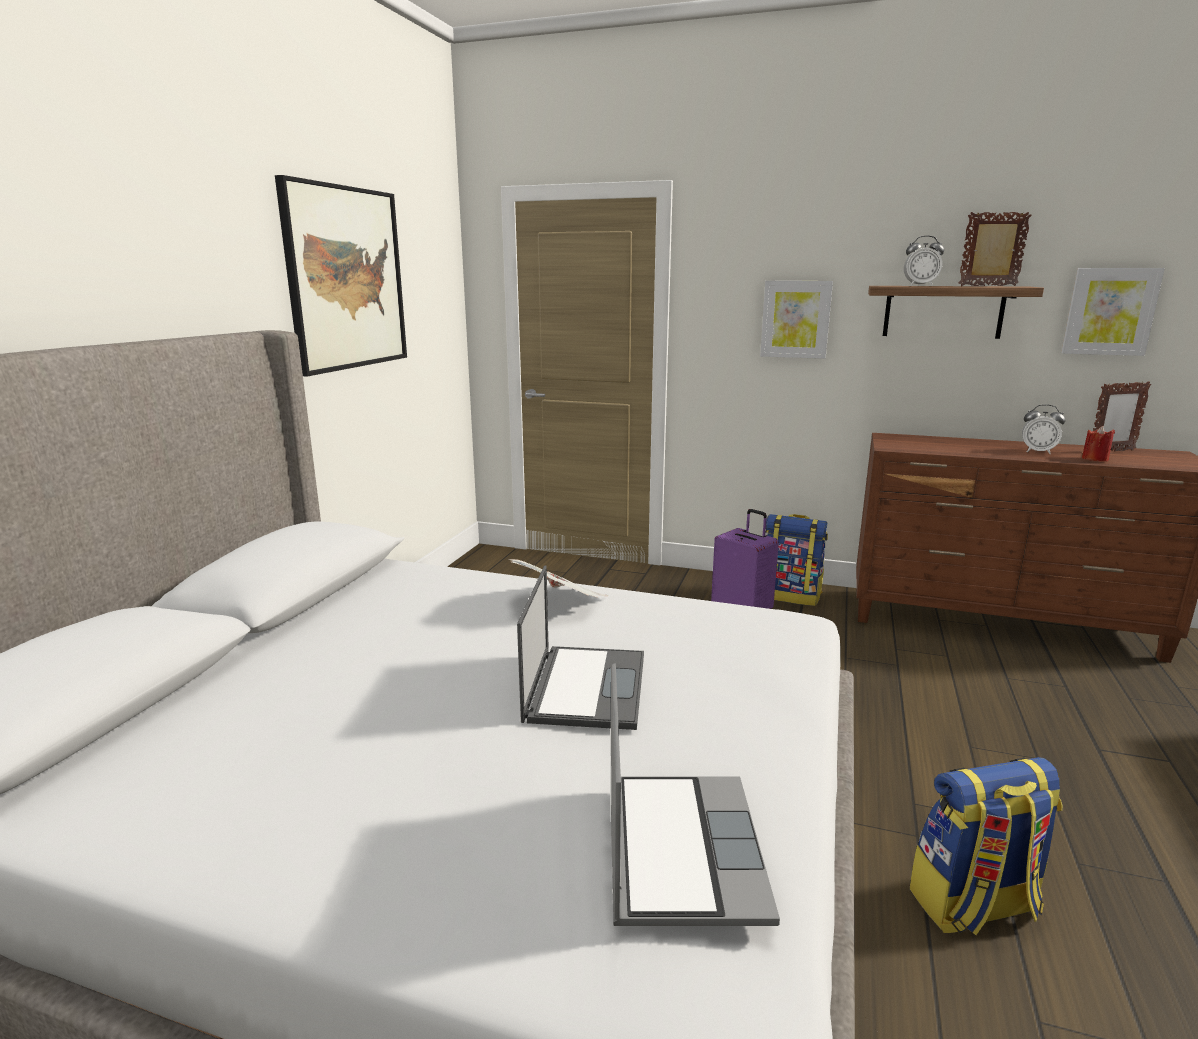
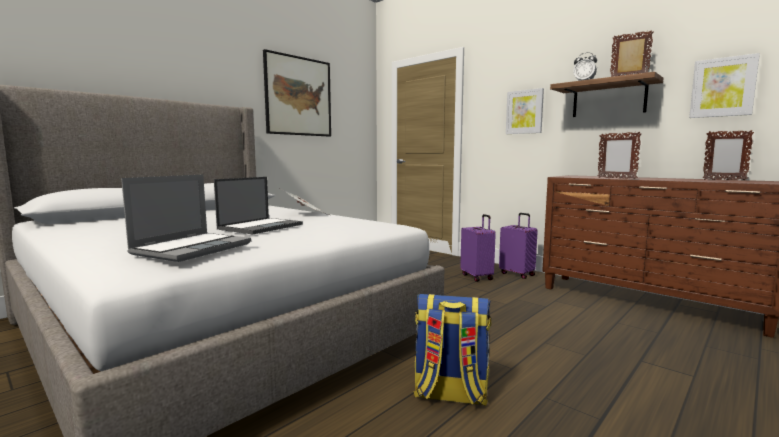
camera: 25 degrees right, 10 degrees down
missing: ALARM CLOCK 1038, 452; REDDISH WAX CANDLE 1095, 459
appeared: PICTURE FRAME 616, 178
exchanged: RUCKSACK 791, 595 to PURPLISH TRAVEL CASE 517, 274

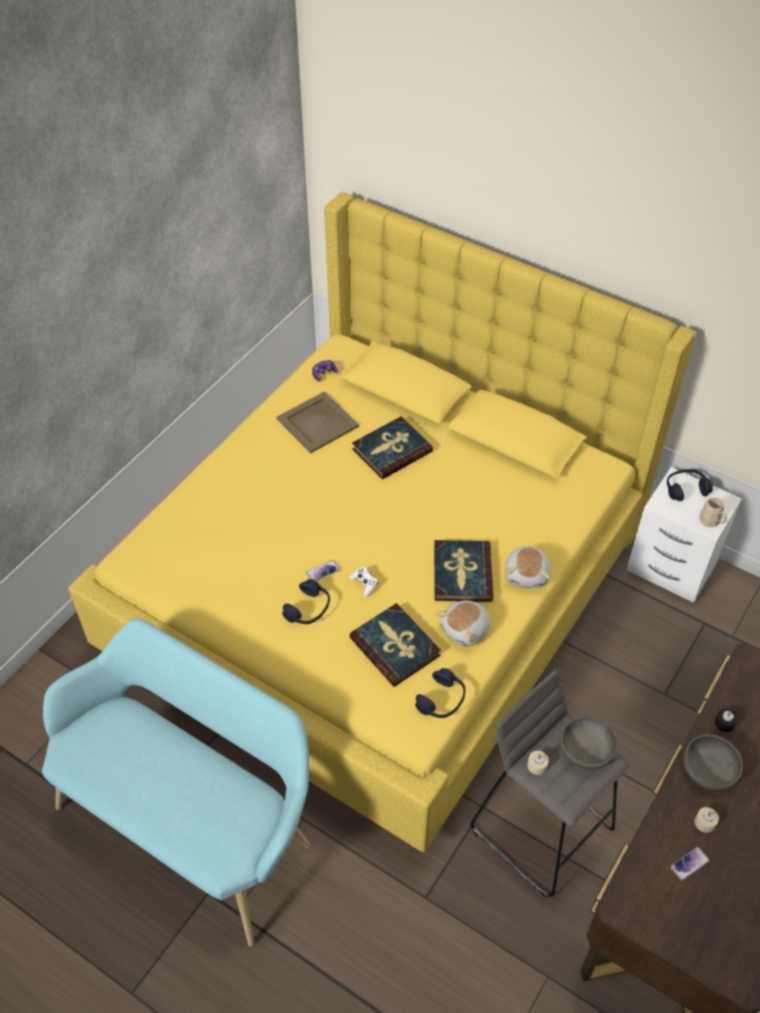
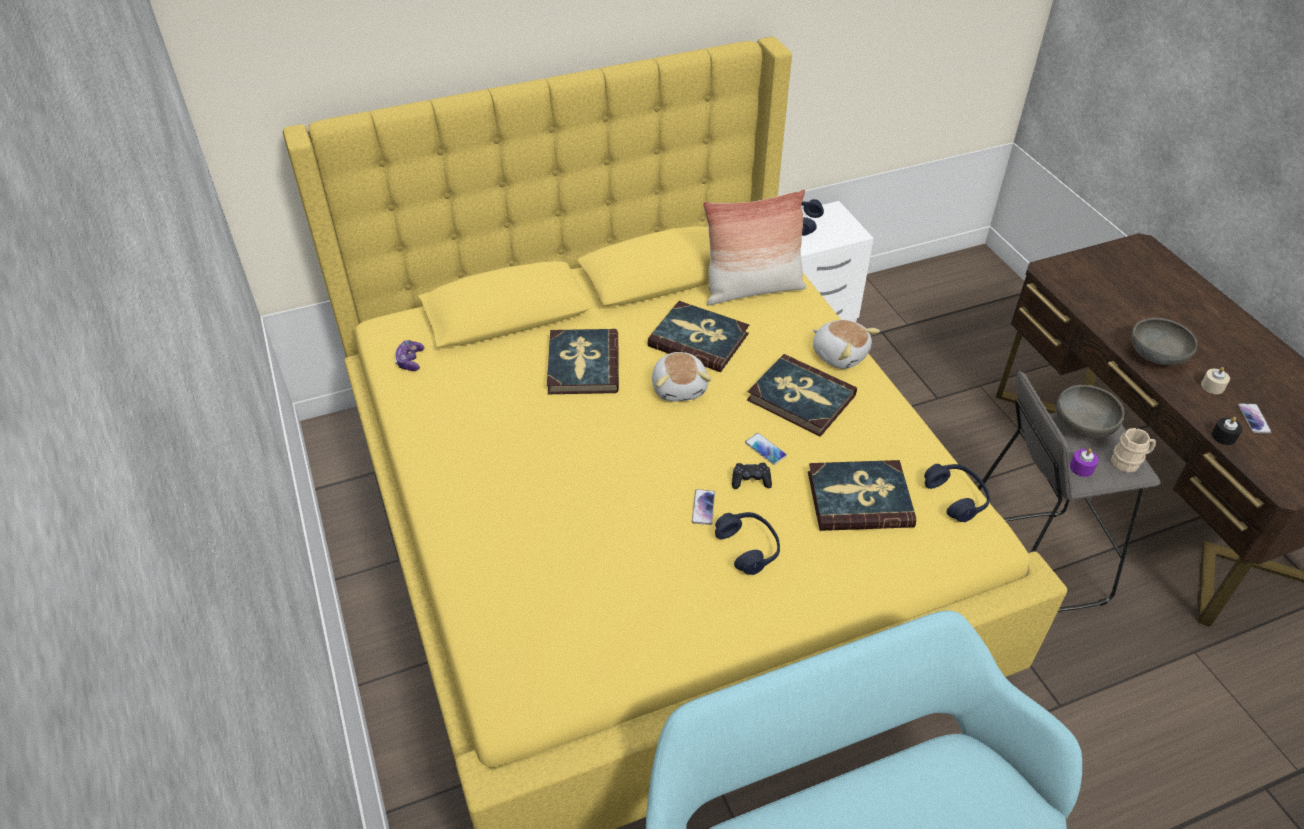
camera: 55 degrees left, 5 degrees down
missing: BEIGE CARRYING TRAY 317, 422
appeared: VOLUME 699, 340; CUSHION 752, 290; TELEPHONE 765, 449
relocated: CUDDLY TOY 466, 629 to 680, 387; BEIGE COFFEE MUG 711, 521 to 1129, 461; BLACK WAX CANDLE 724, 723 to 1223, 436
colour: WHITE-COLOURED GAME CONTROLLER 364, 583 to BLACK GAME CONTROLLER 751, 480; BEIGE WAX CANDLE 537, 765 to PURPLISH WAX CANDLE 1081, 467

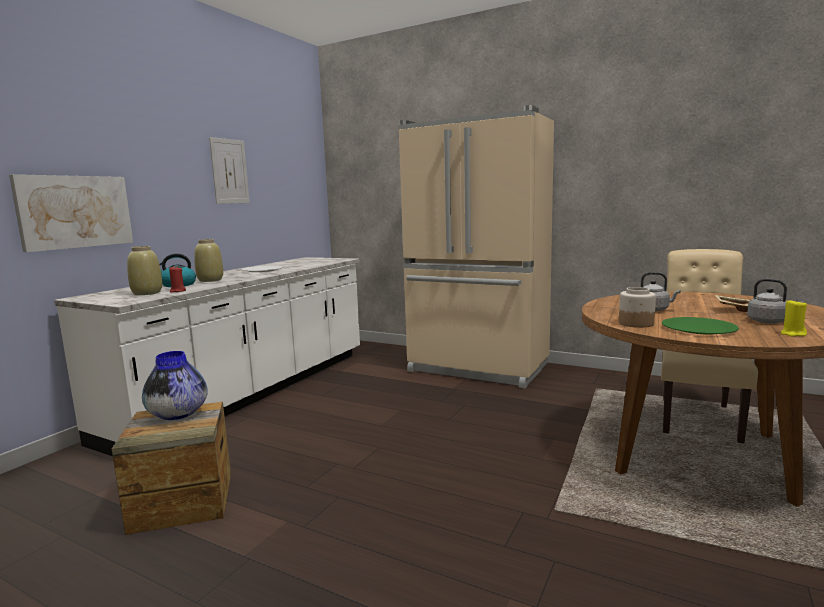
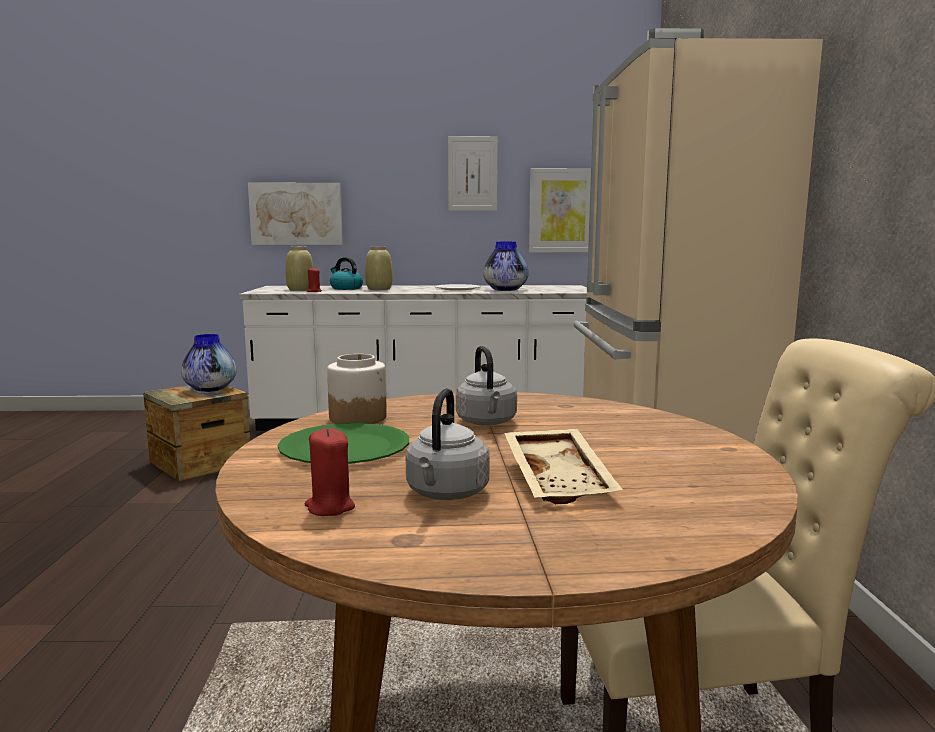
camera: 60 degrees right, 0 degrees up
appeared: DECORATIVE VASE 505, 290; WALL ART 562, 210
colour: YELLOW WAX CANDLE 793, 334 to REDDISH WAX CANDLE 330, 507

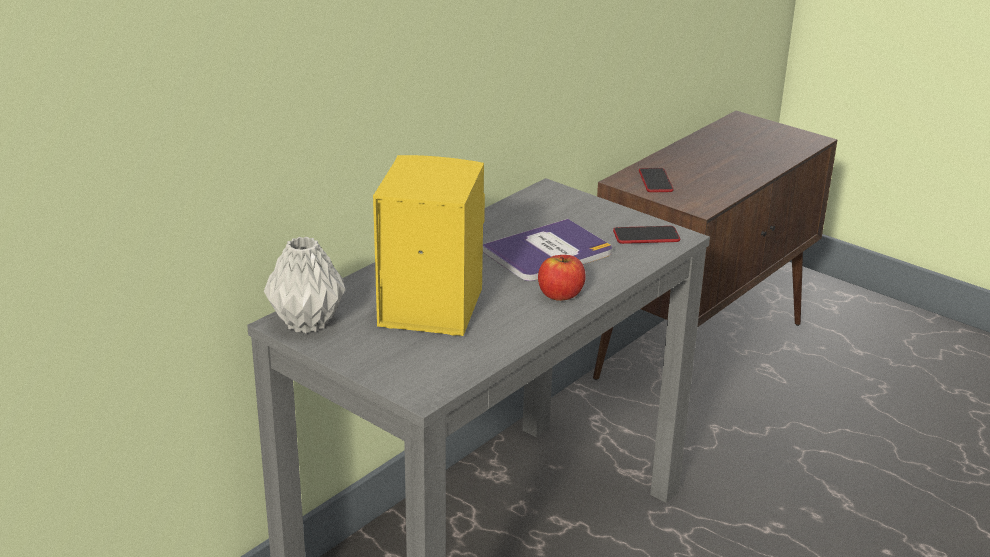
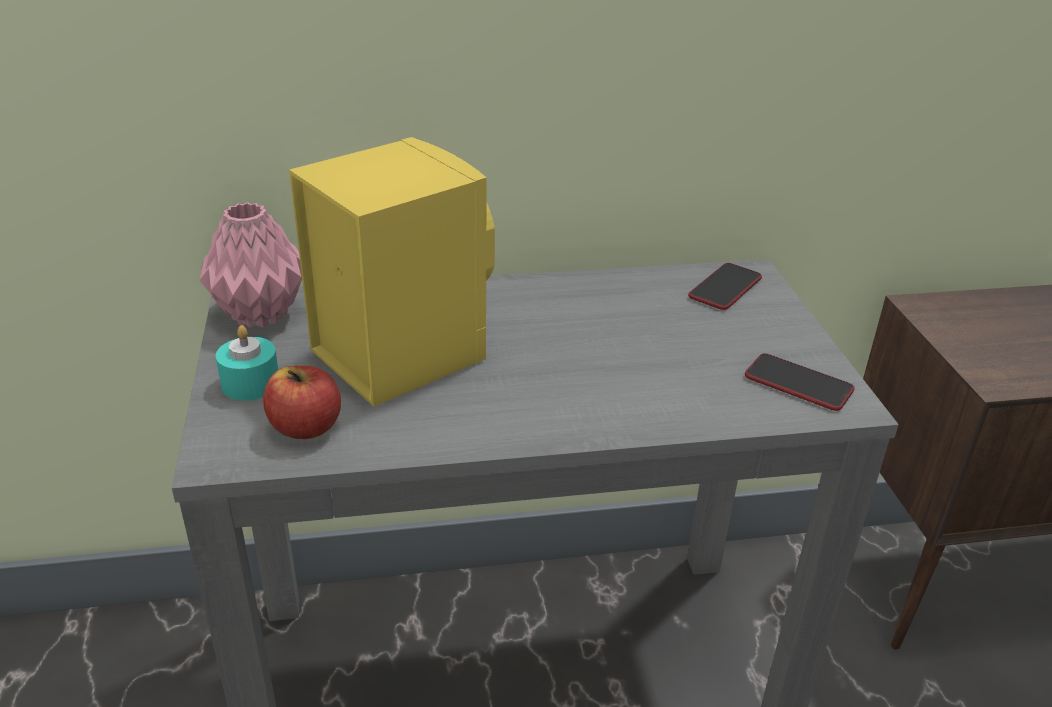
camera: 40 degrees right, 5 degrees up
missing: VOLUME 548, 252
appeared: TURQUOISE WAX CANDLE 250, 383
relocated: WHOLE APPLE 560, 295 to 305, 427; TELEPHONE 655, 181 to 725, 288
colour: GRAY DECORATIVE VASE 305, 323 to PINK-COLOURED DECORATIVE VASE 259, 314

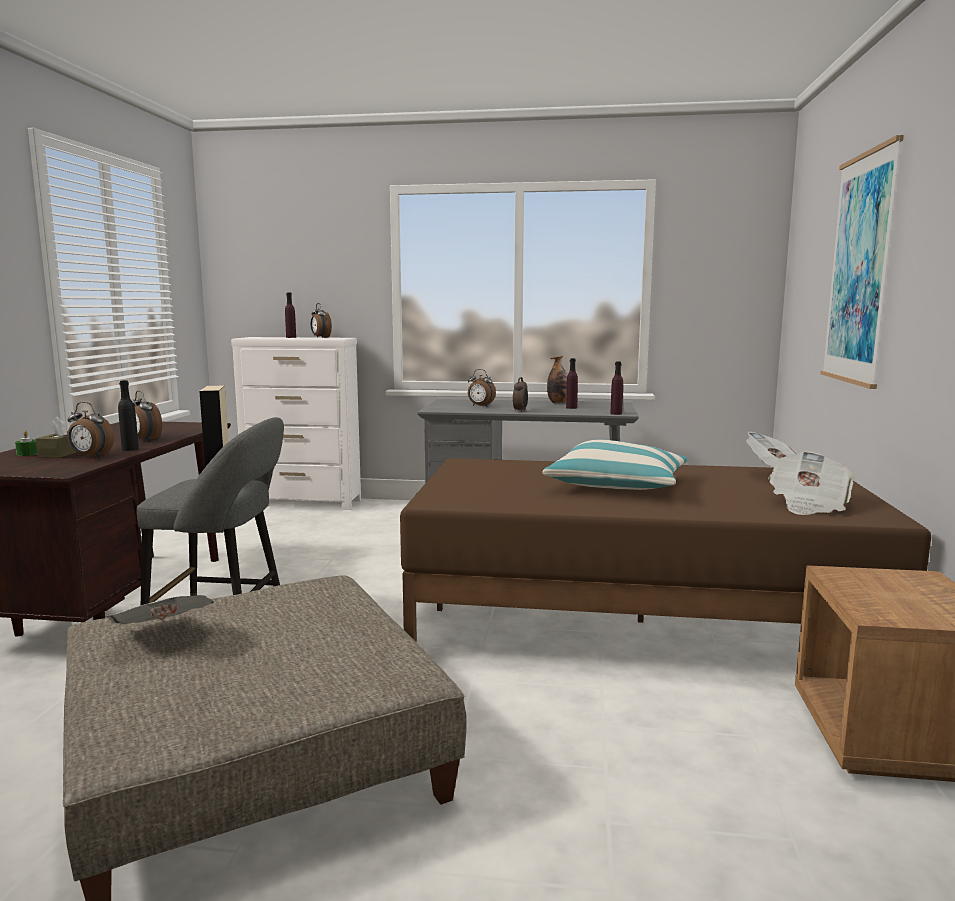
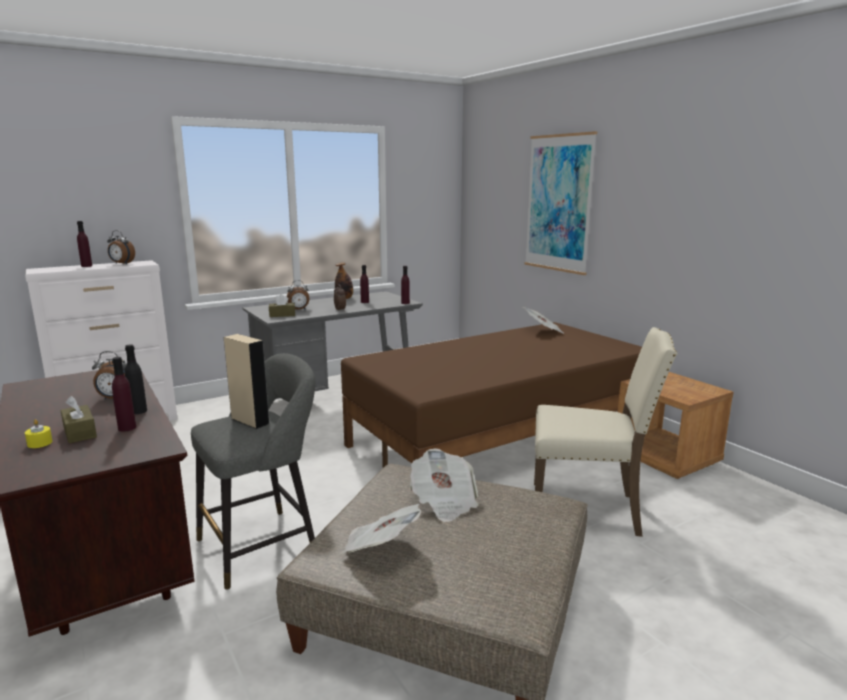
camera: 40 degrees left, 5 degrees up
missing: CUSHION 617, 485
appeared: BROWN TISSUE BOX 282, 315; BEIGE PLAIN CHAIR 587, 509
relocated: PRINTED PAPER 808, 505 to 444, 502
exchanged: ALARM CLOCK 91, 456 to PURPLISH DRINK BOTTLE 127, 428
colour: GREEN-COLOURED WAX CANDLE 27, 454 to YELLOW WAX CANDLE 40, 443

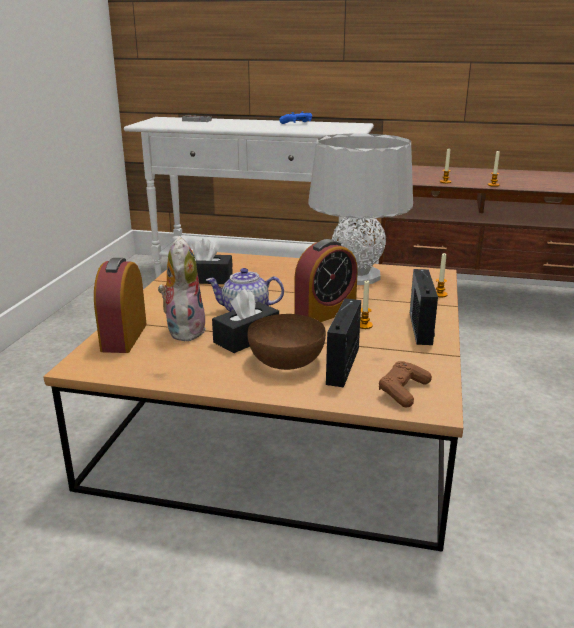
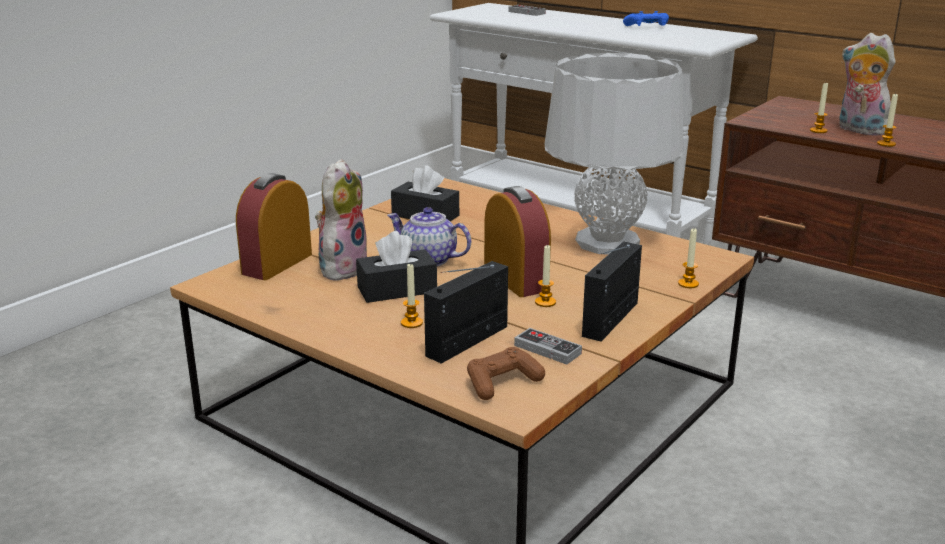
camera: 25 degrees right, 0 degrees up
appeared: GAME CONTROLLER 547, 349; CUDDLY TOY 858, 130
exchanged: BROWN BOWL 286, 361 to WAX CANDLE 411, 323
spun: ALARM CLOCK 325, 313 = 515, 279 105 degrees counterclockwise

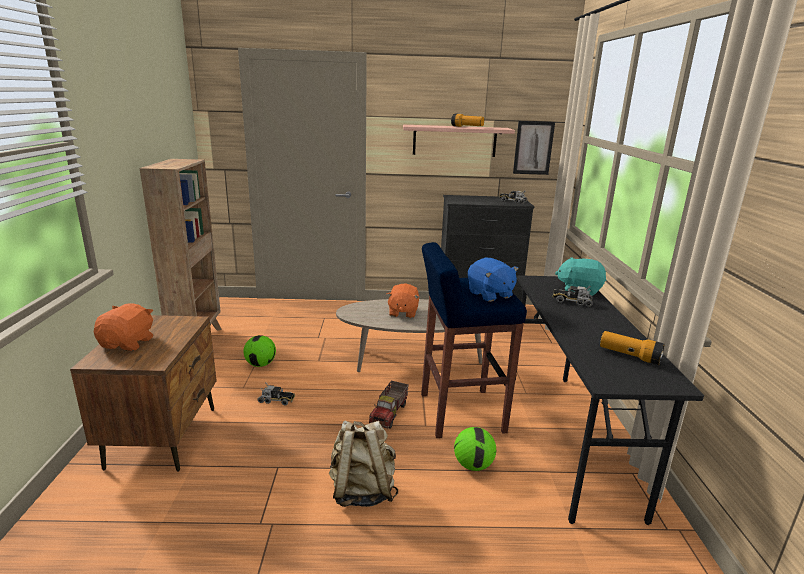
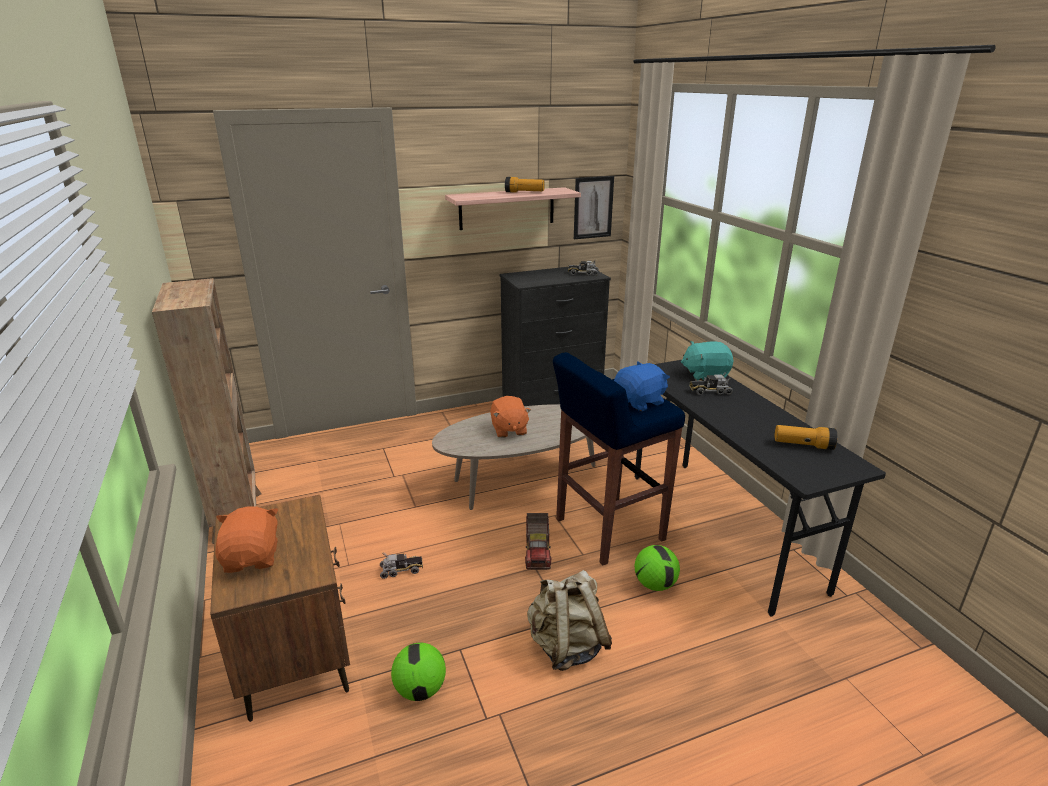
camera: 20 degrees left, 5 degrees up
relocated: FOOTBALL 261, 364 to 420, 689
spun: BLUE CUDDLY TOY 490, 294 = 640, 402 75 degrees counterclockwise

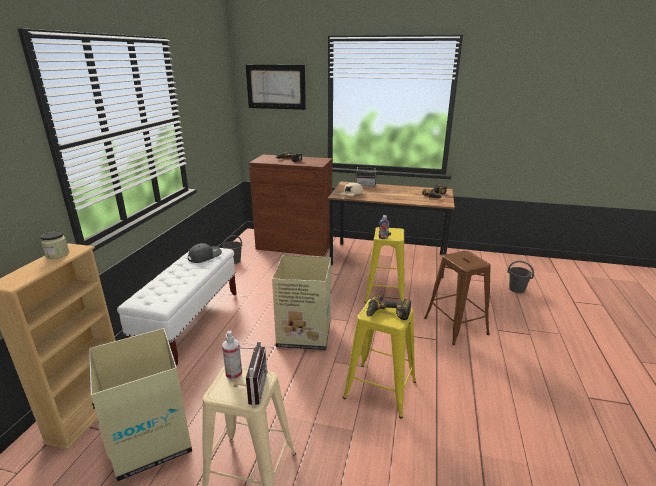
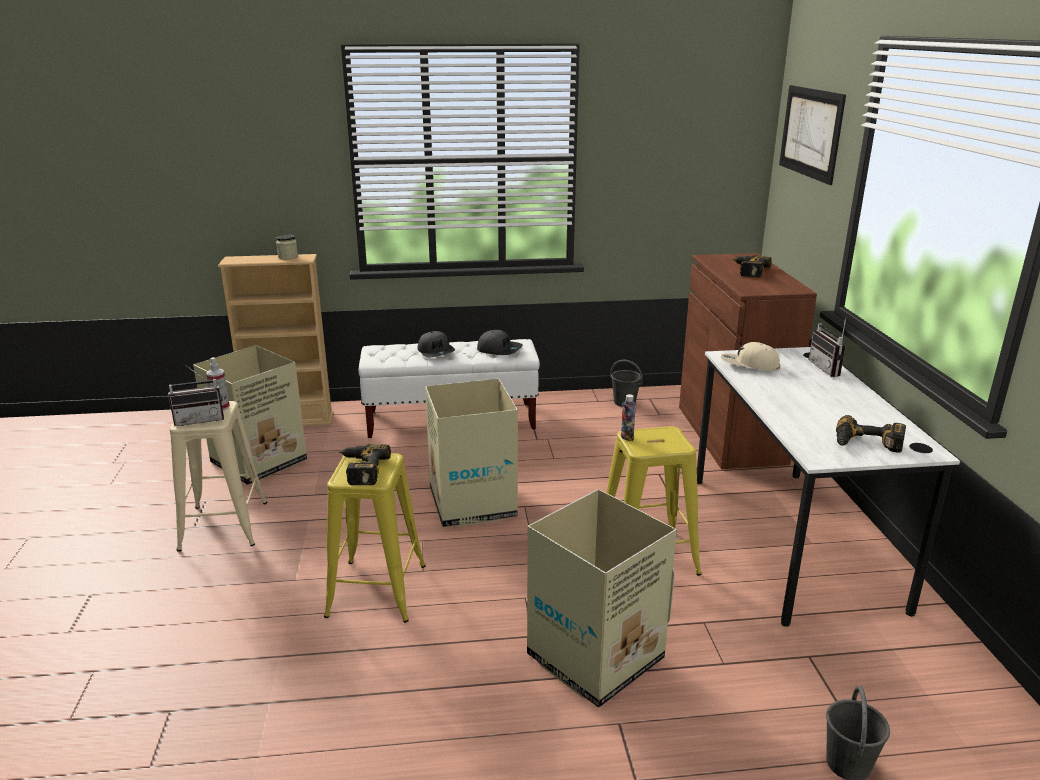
camera: 70 degrees right, 0 degrees up
appeared: GRAY BASEBALL CAP 436, 352
exchanged: BROWN STOOL SEAT 455, 326 to CARDBOARD BOX 593, 658
colour: BROWN DESK UNIT 387, 259 to WHITE-COLOURED DESK UNIT 791, 540

